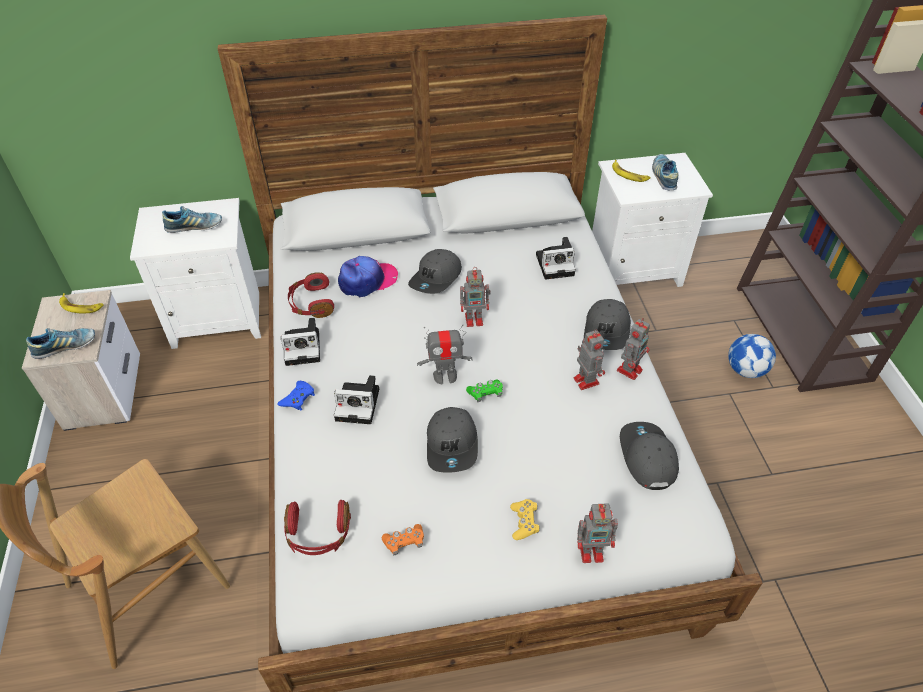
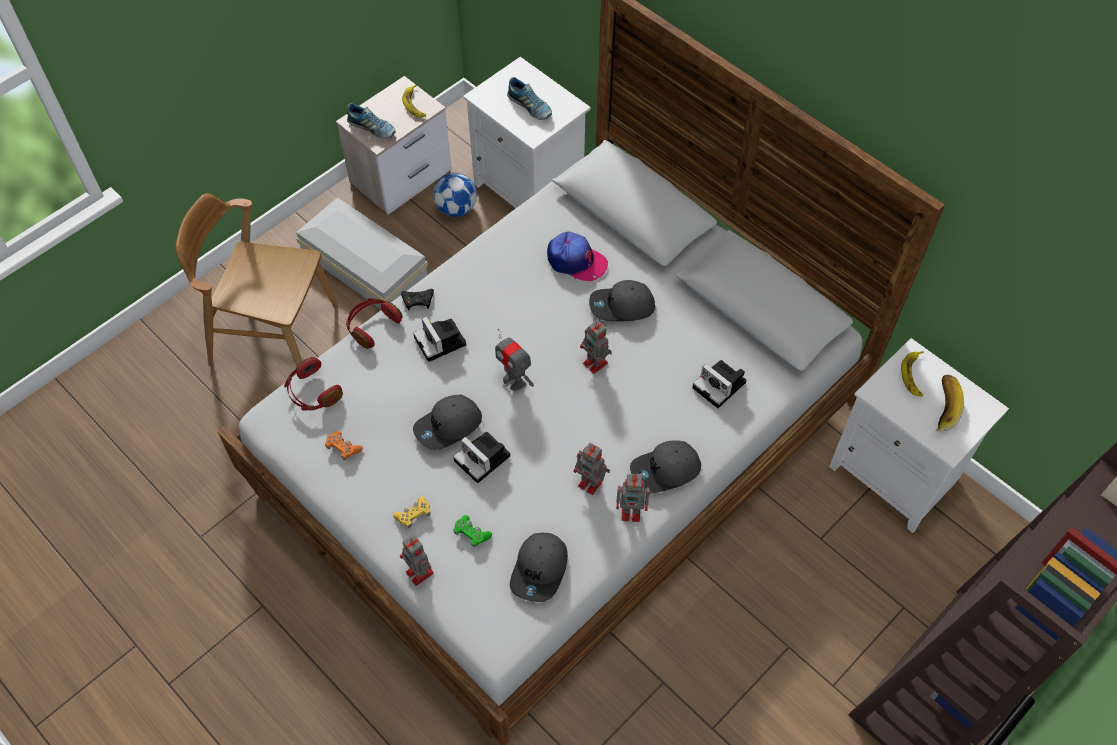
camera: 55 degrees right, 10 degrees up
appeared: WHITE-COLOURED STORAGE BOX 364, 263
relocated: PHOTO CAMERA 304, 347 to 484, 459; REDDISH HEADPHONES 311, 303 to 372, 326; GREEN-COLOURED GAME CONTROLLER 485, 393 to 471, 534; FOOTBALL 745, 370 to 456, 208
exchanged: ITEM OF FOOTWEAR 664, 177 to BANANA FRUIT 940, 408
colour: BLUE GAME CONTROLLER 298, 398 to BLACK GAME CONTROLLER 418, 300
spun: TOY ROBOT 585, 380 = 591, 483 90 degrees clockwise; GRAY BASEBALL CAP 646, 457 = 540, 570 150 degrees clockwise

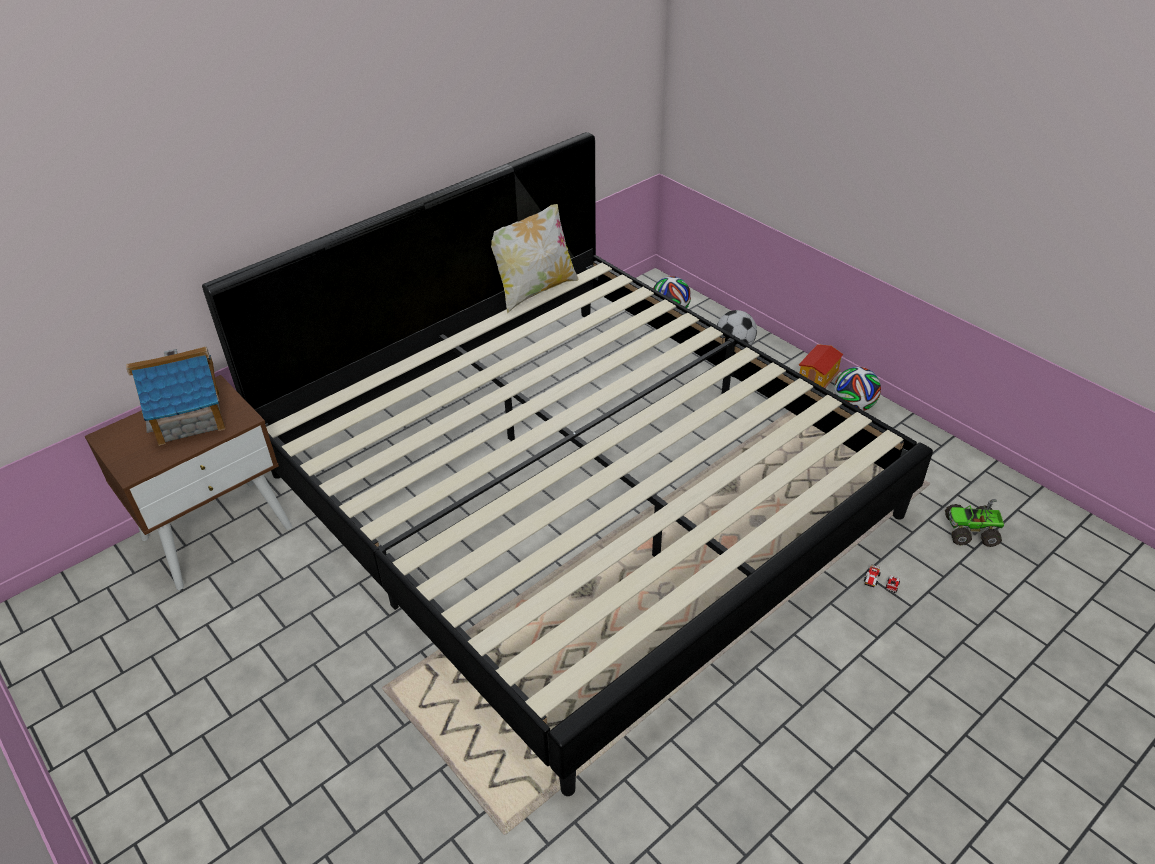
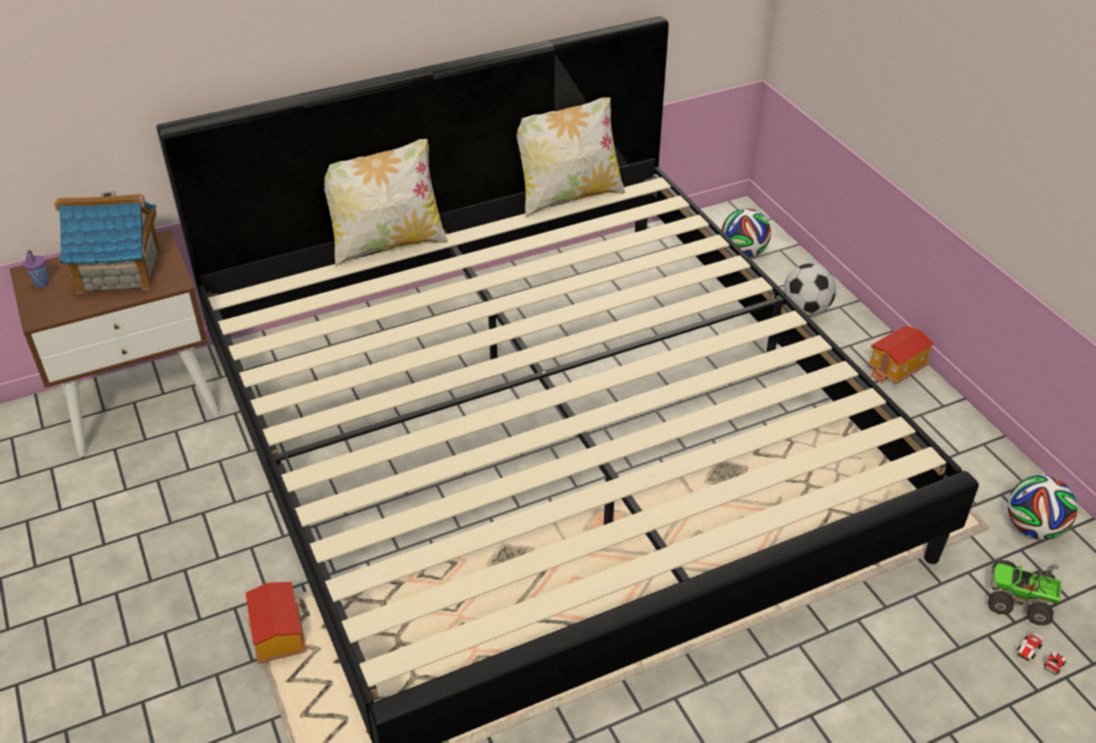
camera: 15 degrees right, 0 degrees up
appeared: PURPLISH DRINKING CUP 41, 284; MODEL HOUSE 277, 636; CUSHION 387, 244
relocated: FOOTBALL 853, 406 to 1033, 528; TOY CAR 881, 583 to 1040, 658

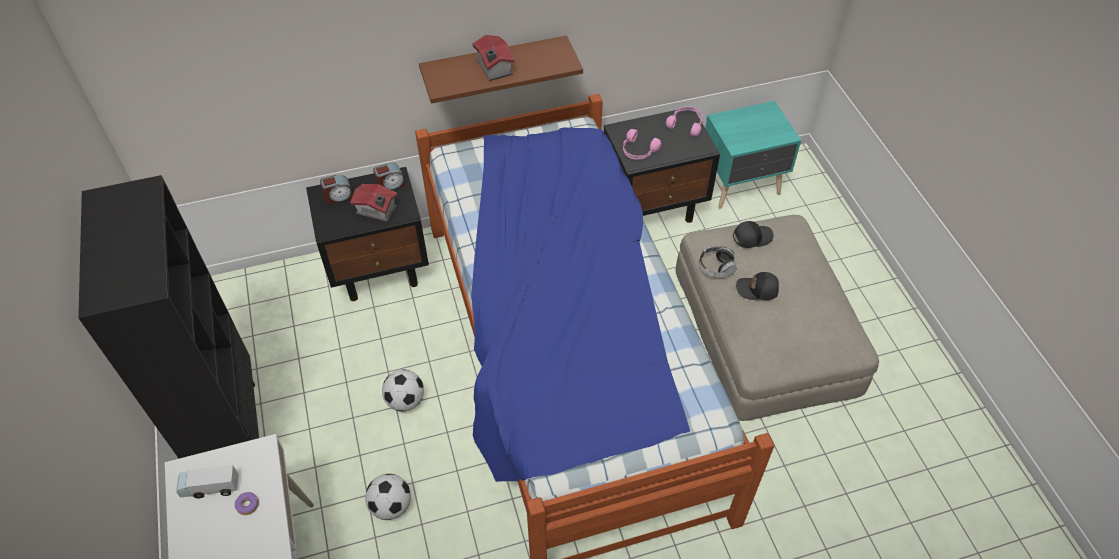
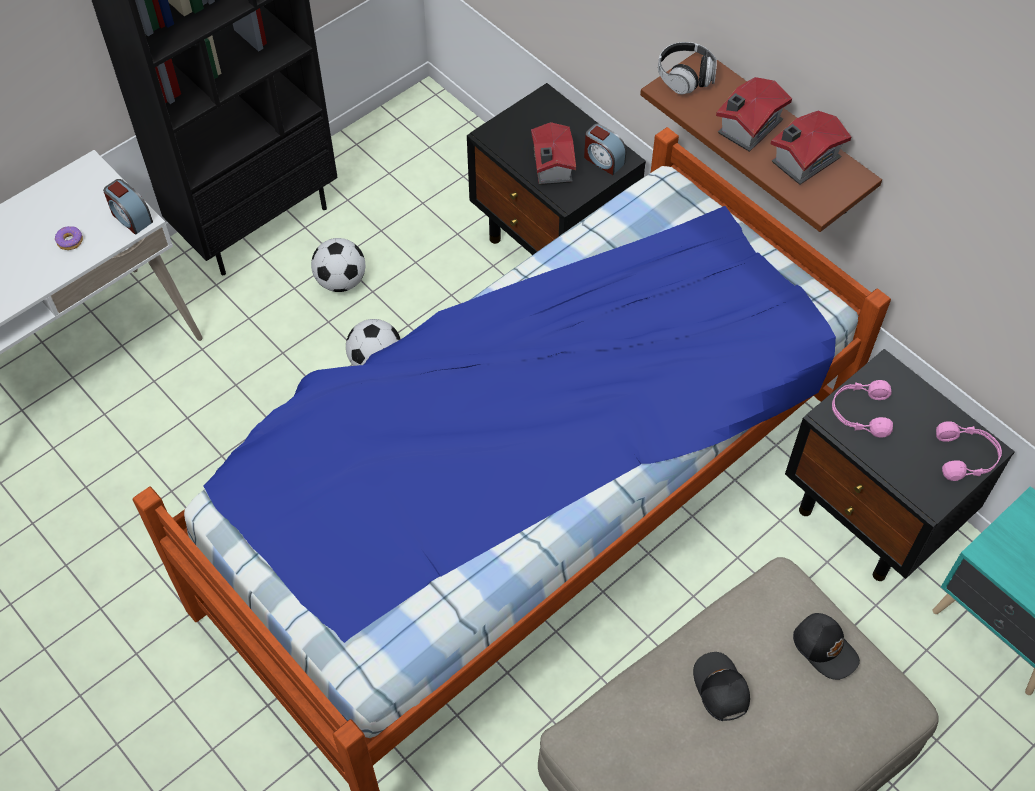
camera: 65 degrees right, 5 degrees up
missing: TOY LORRY 210, 487
appeared: MODEL HOUSE 803, 160
relocated: ALARM CLOCK 338, 197 to 131, 217; FOOTBALL 391, 506 to 341, 281; HEADPHONES 716, 267 to 685, 77

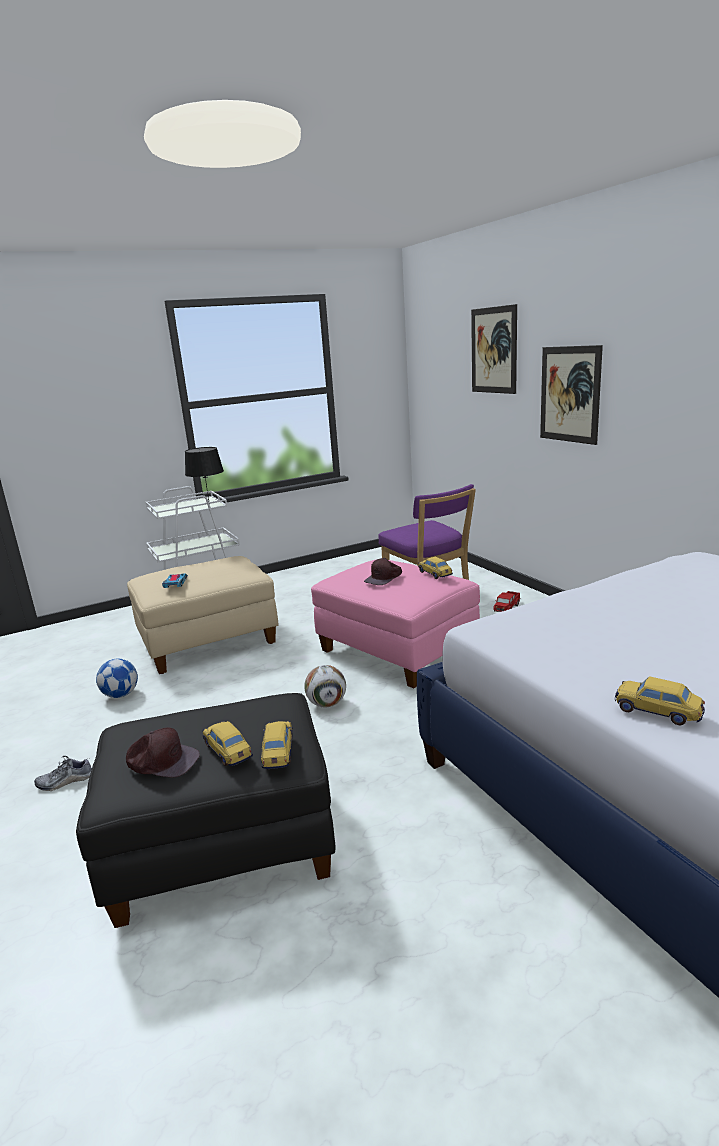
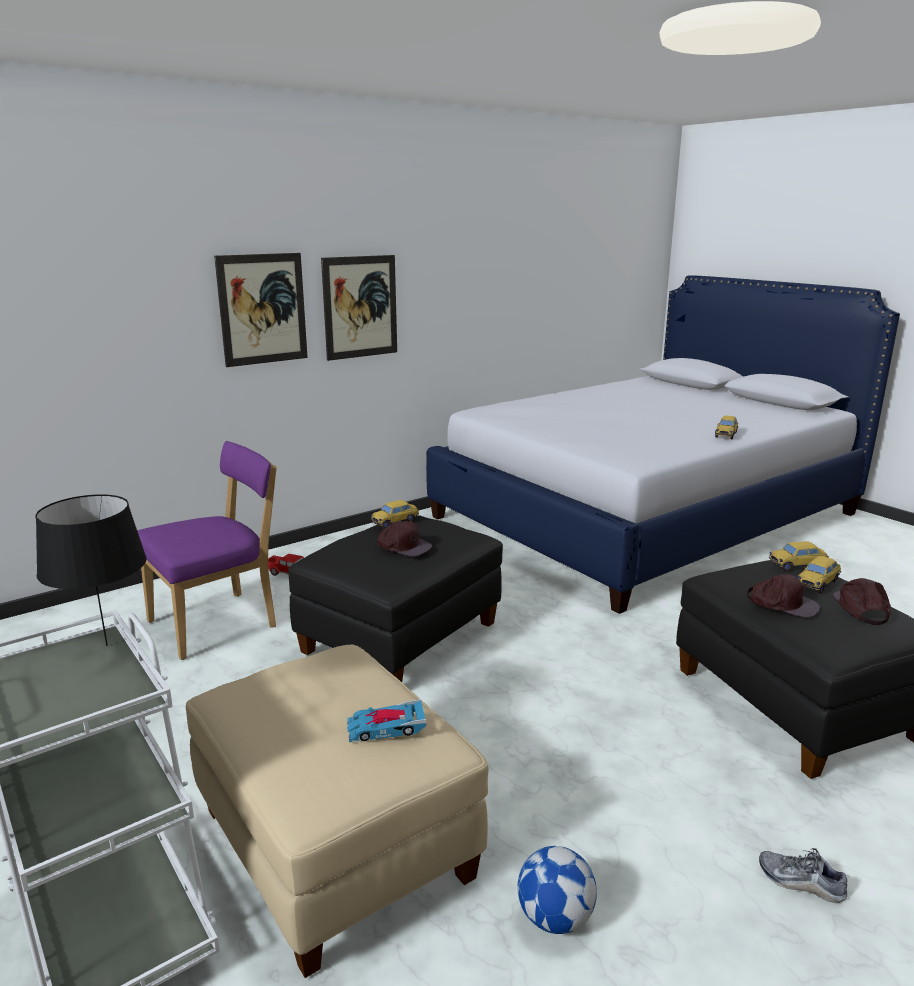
camera: 100 degrees left, 0 degrees up
missing: FOOTBALL 327, 704
appeared: BROWN BASEBALL CAP 782, 603
relocated: WALL ART 493, 350 to 360, 307
colour: PINK-COLOURED OTTOMAN 397, 652 to BLACK OTTOMAN 400, 638
spun: ITEM OF FOOTWEAR 65, 781 = 801, 882 150 degrees clockwise

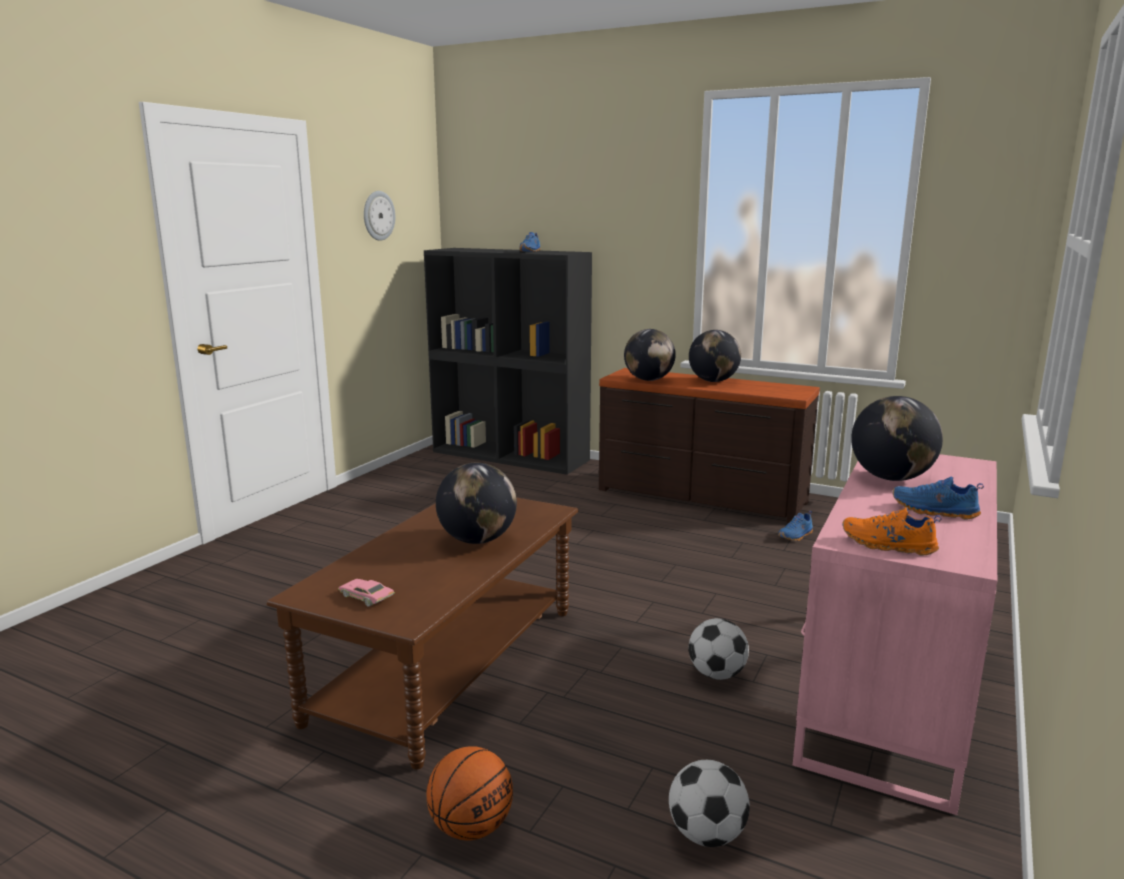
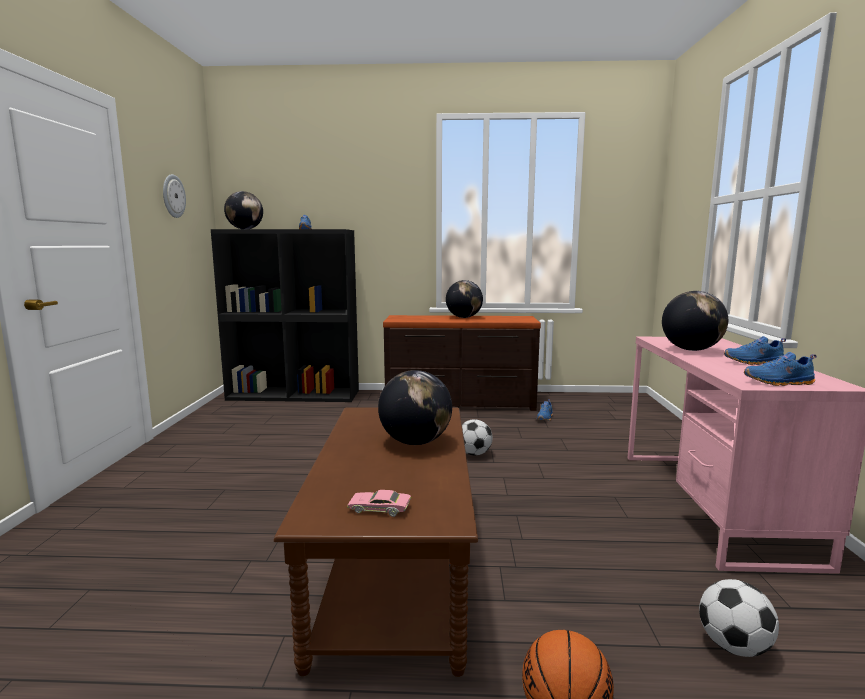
camera: 25 degrees left, 5 degrees down
relocated: WORLD GLOBE 648, 380 to 245, 229; FOOTBALL 716, 674 to 474, 454
colour: ORANGE ITEM OF FOOTWEAR 888, 546 to BLUE ITEM OF FOOTWEAR 779, 383

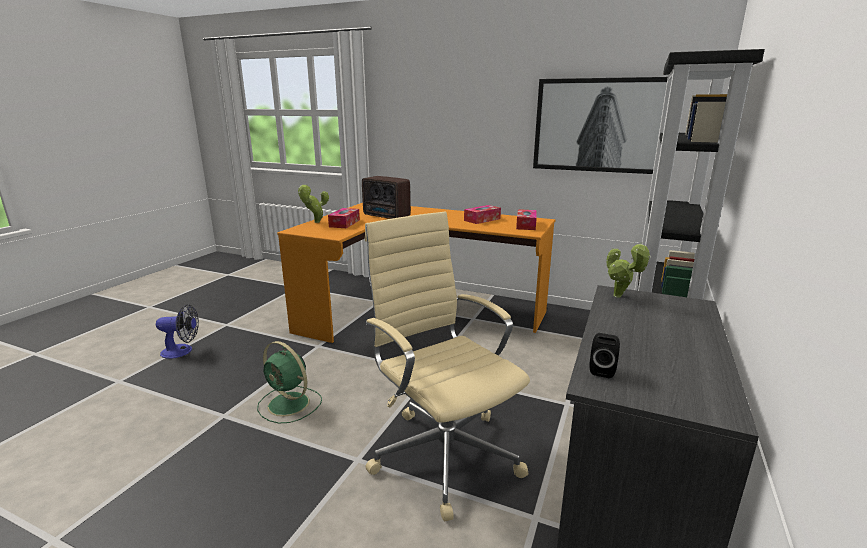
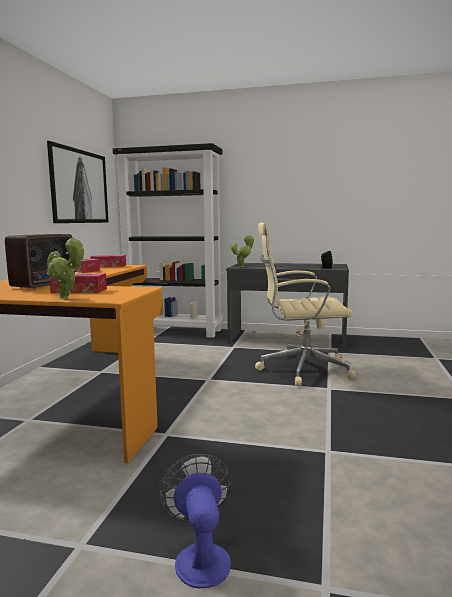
camera: 100 degrees left, 10 degrees down
missing: GREEN-COLOURED FAN 290, 404
spun: BEIGE DESK CHAIR 443, 452 = 301, 369 45 degrees clockwise

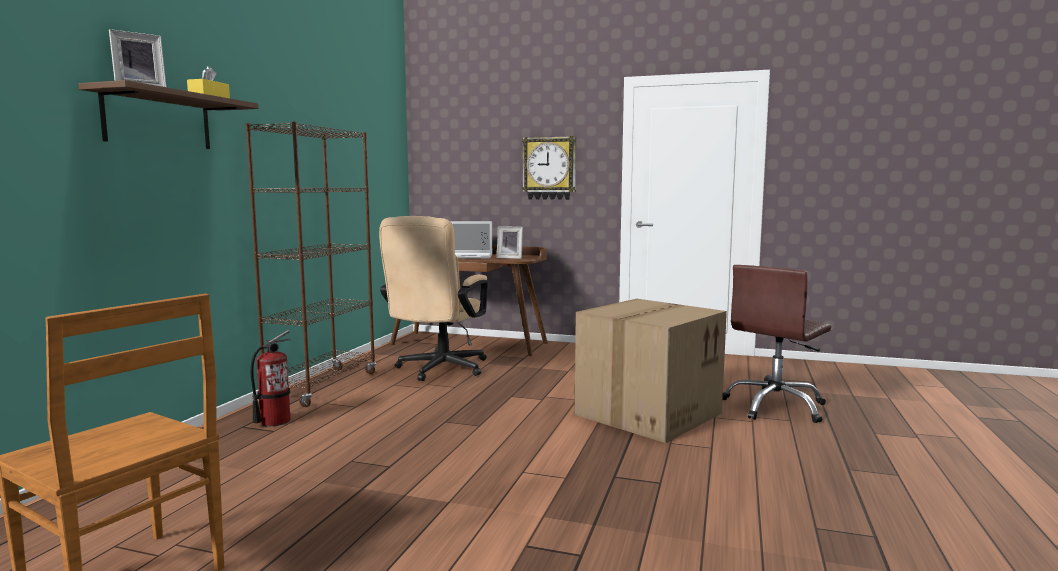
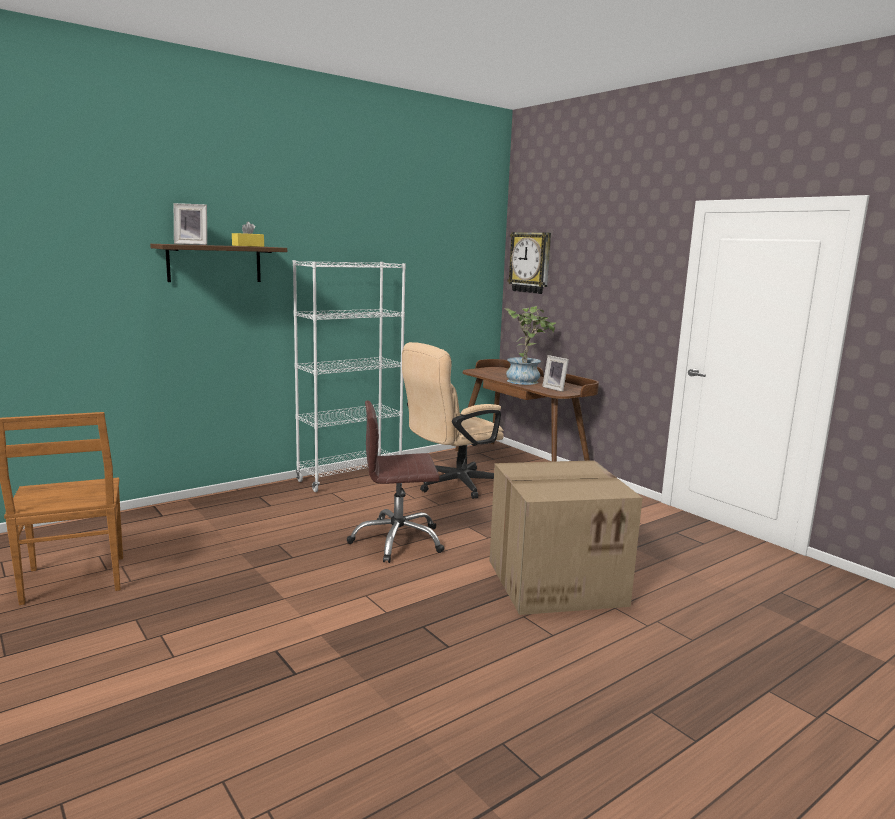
camera: 35 degrees right, 5 degrees up
missing: FIRE-FIGHTING CYLINDER 274, 421
relocated: WALL CLOCK 549, 168 to 530, 262; BROWN DESK CHAIR 775, 406 to 397, 541
exchanged: NOTEBOOK COMPUTER 470, 256 to POTTED PLANT 526, 381
colour: BROWN SHELVING UNIT 323, 387 to WHITE-COLOURED SHELVING UNIT 350, 478

